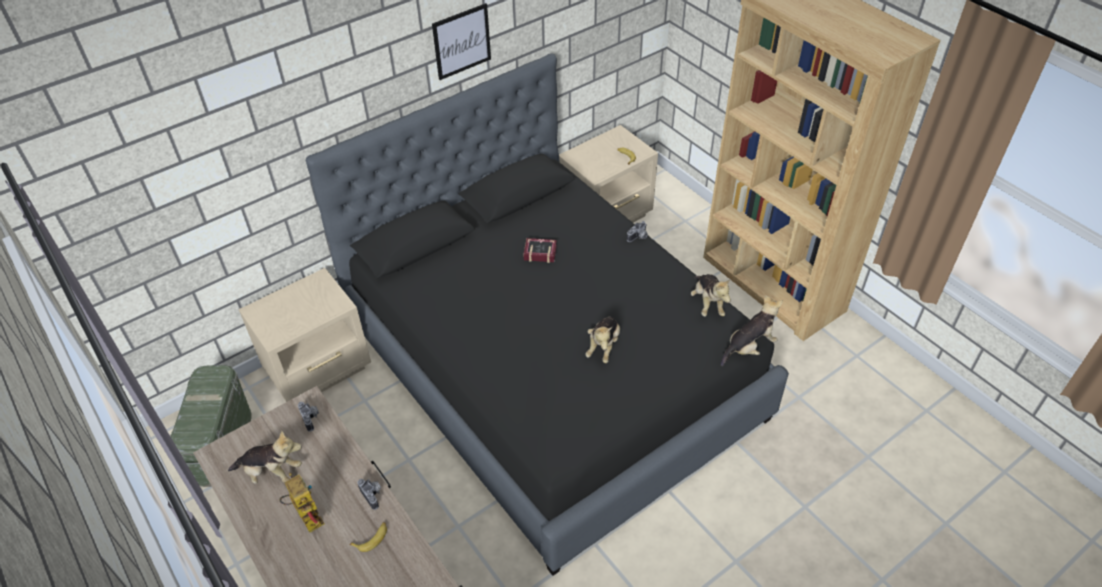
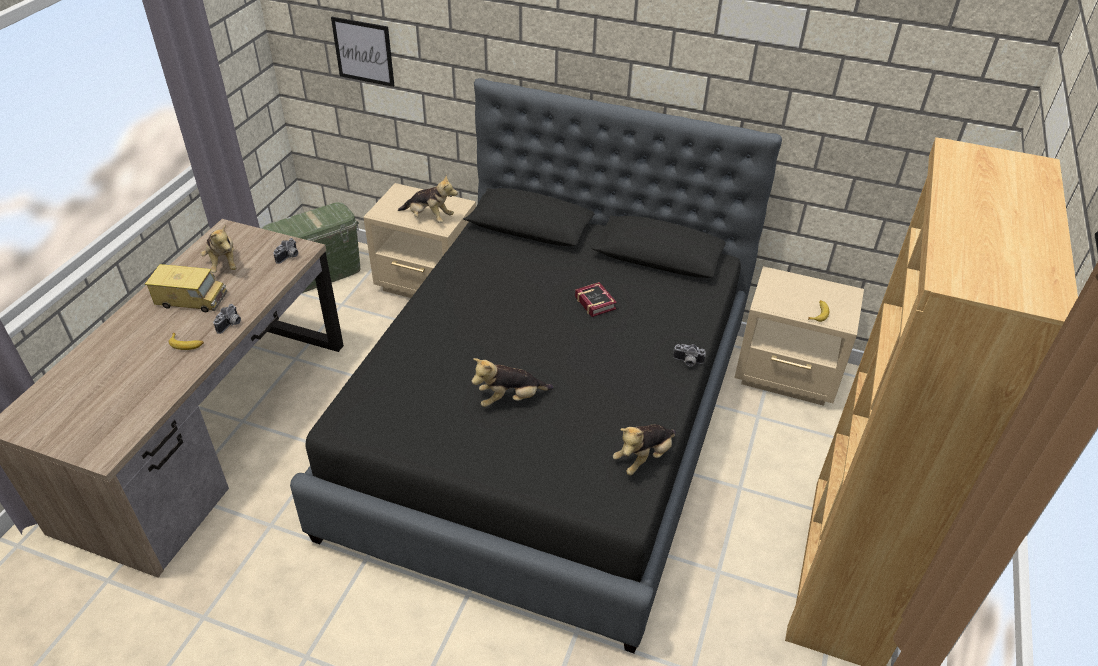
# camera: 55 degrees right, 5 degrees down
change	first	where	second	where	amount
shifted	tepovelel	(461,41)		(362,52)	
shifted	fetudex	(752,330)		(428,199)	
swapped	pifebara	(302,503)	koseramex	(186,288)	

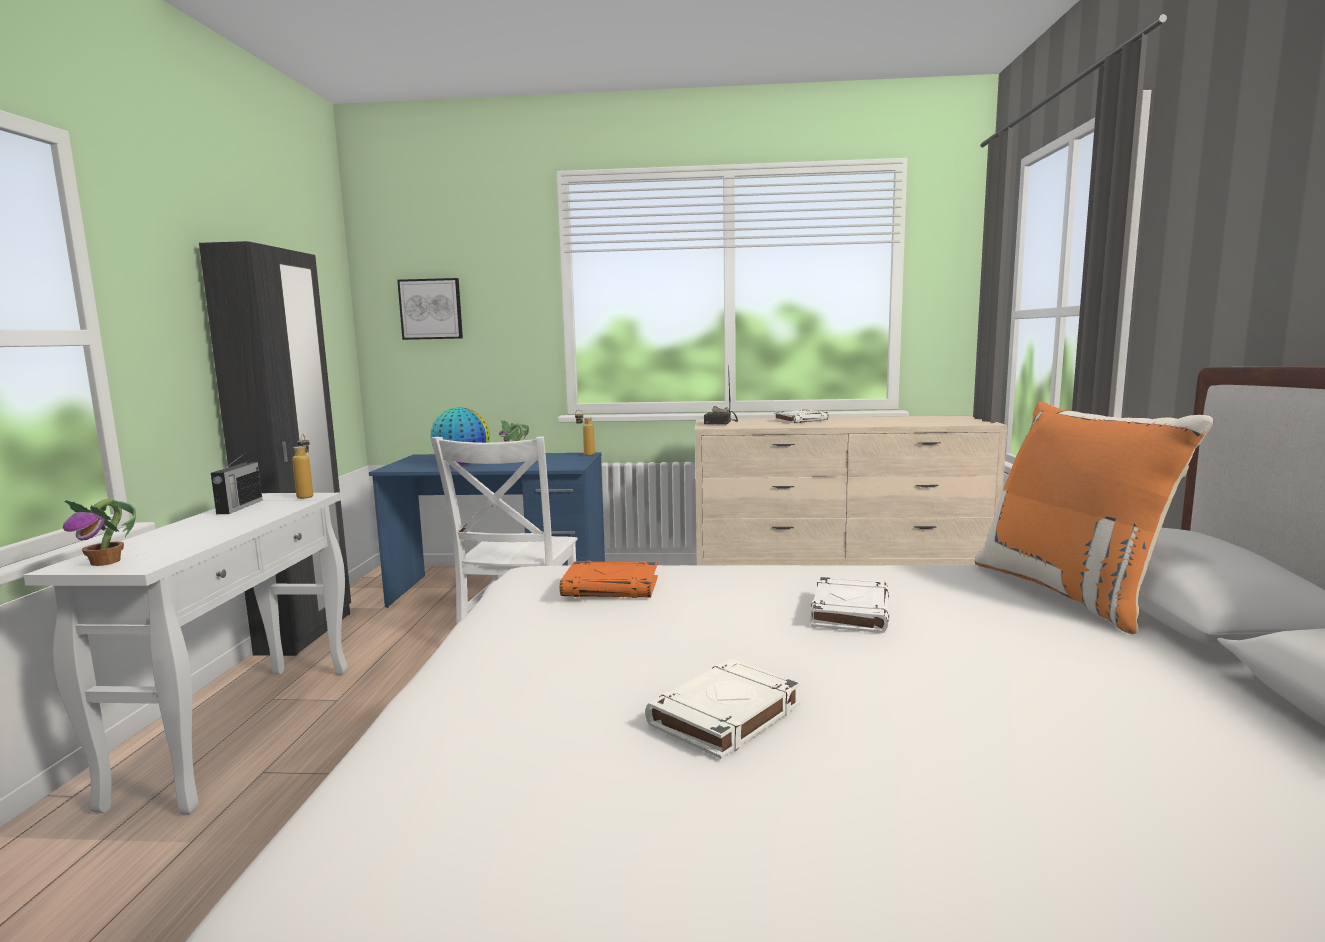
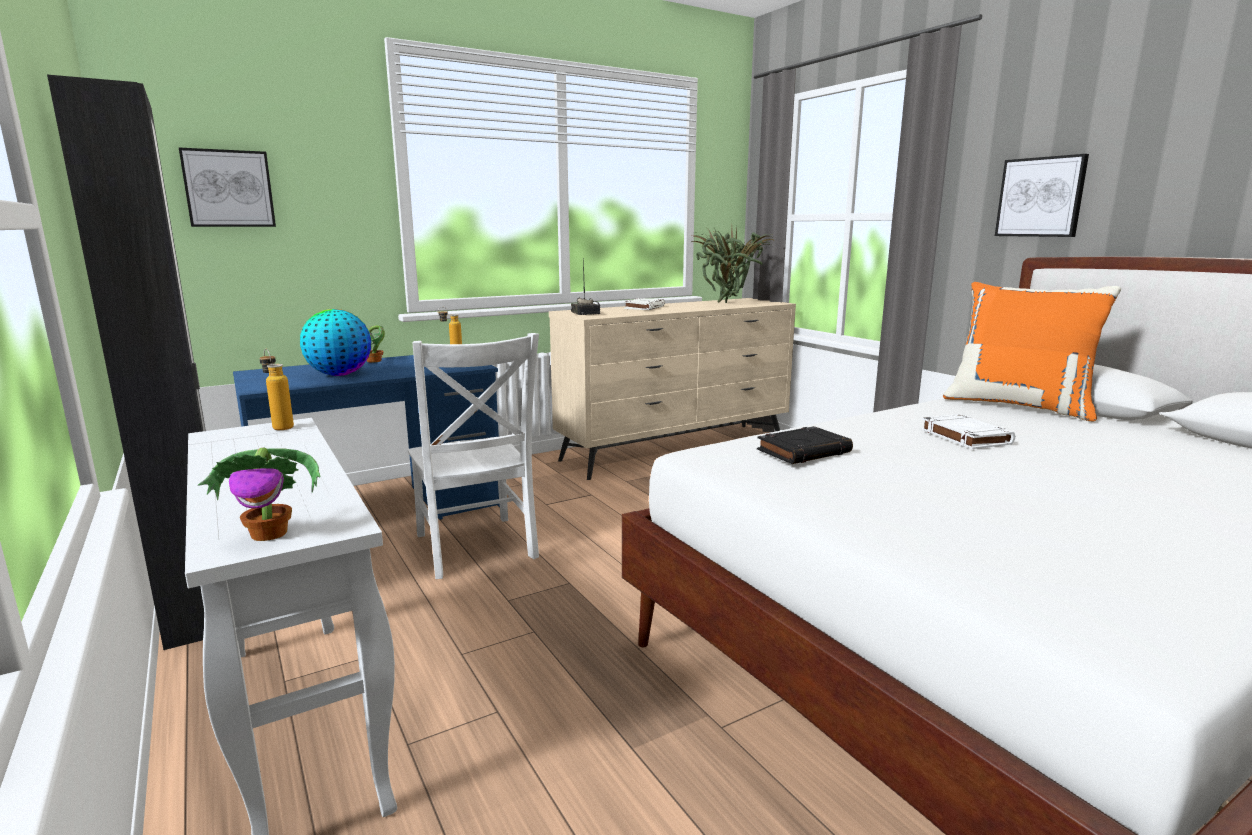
# camera: 35 degrees left, 5 degrees up
change	first	where	second	where	amount
gone	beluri	(237,483)			
repainted	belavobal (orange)	(609,579)	belavobal (black)	(805,445)	
gone	belavobal (white)	(723,709)			
new			tepovelel	(1042,195)	
new			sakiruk	(733,264)	

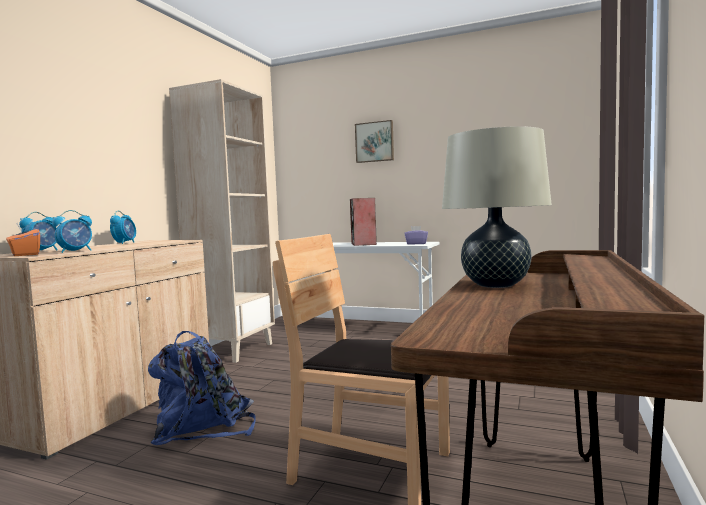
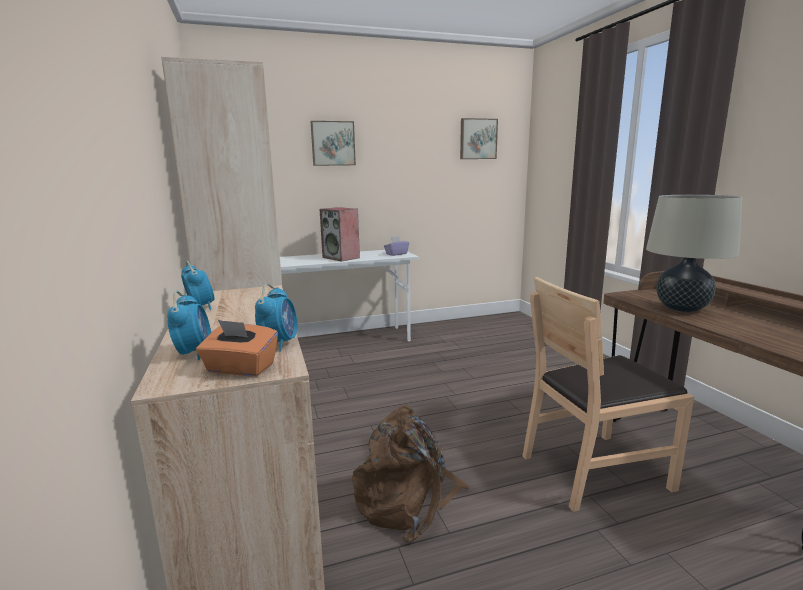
# camera: 40 degrees left, 10 degrees up
change	first	where	second	where	amount
repainted	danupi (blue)	(202,388)	danupi (brown)	(411,474)	
new			tepovelel	(479,138)	

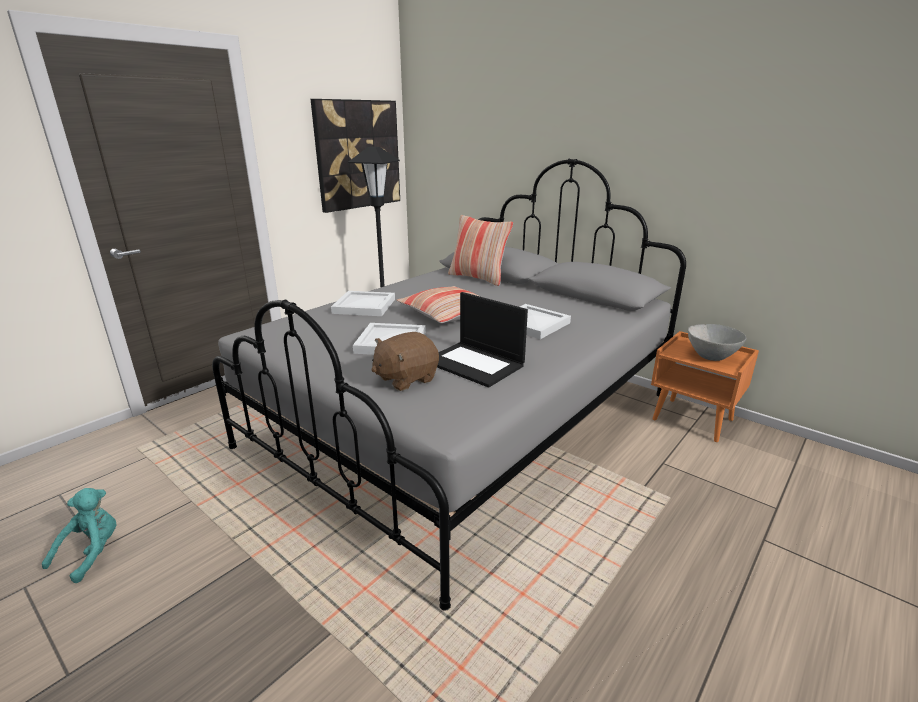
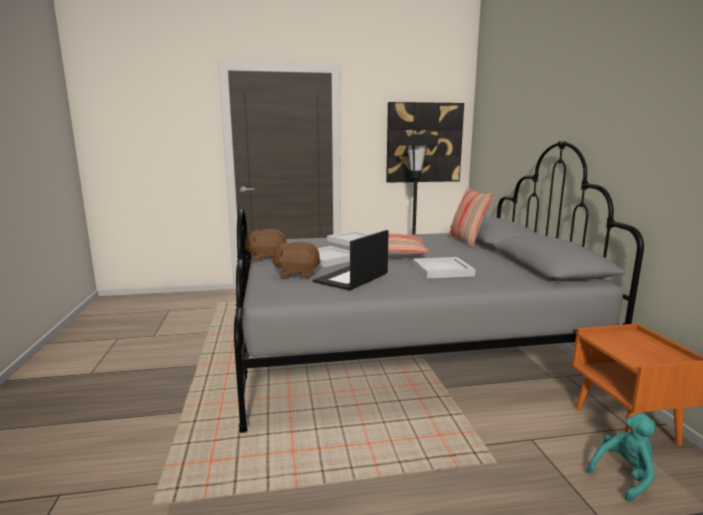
# camera: 40 degrees right, 10 degrees down
change	first	where	second	where	amount
rotated	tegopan	(482,339)		(351,260)	45 degrees clockwise
gone	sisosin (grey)	(717,342)			
shifted	fetudex (turquoise)	(79,535)		(621,457)	
new			fetudex (brown)	(266,245)	

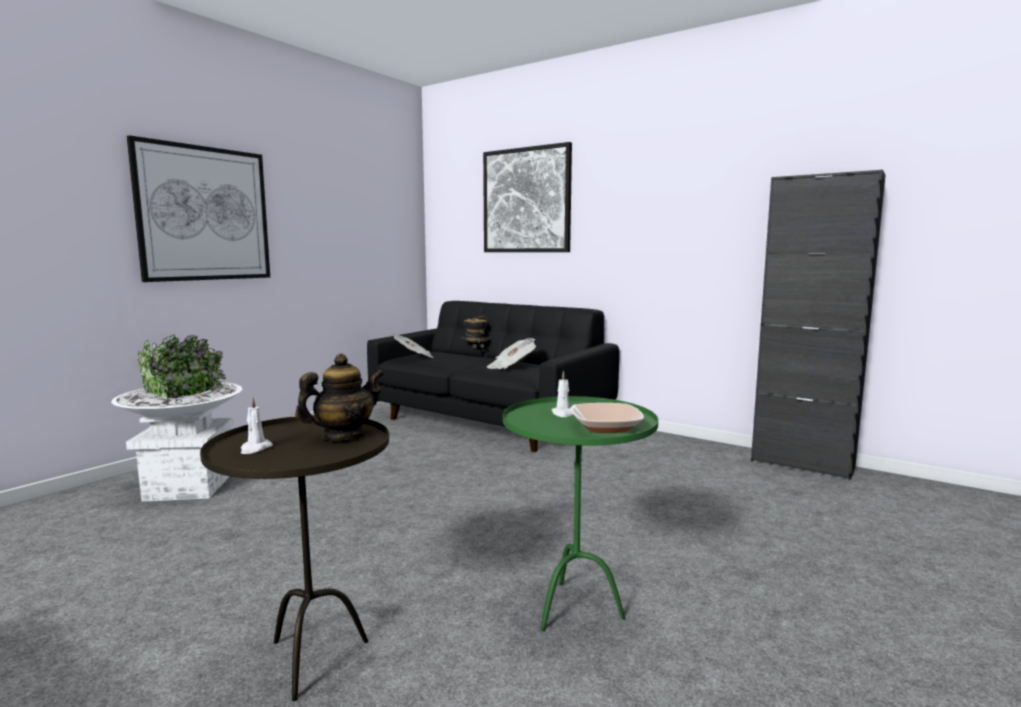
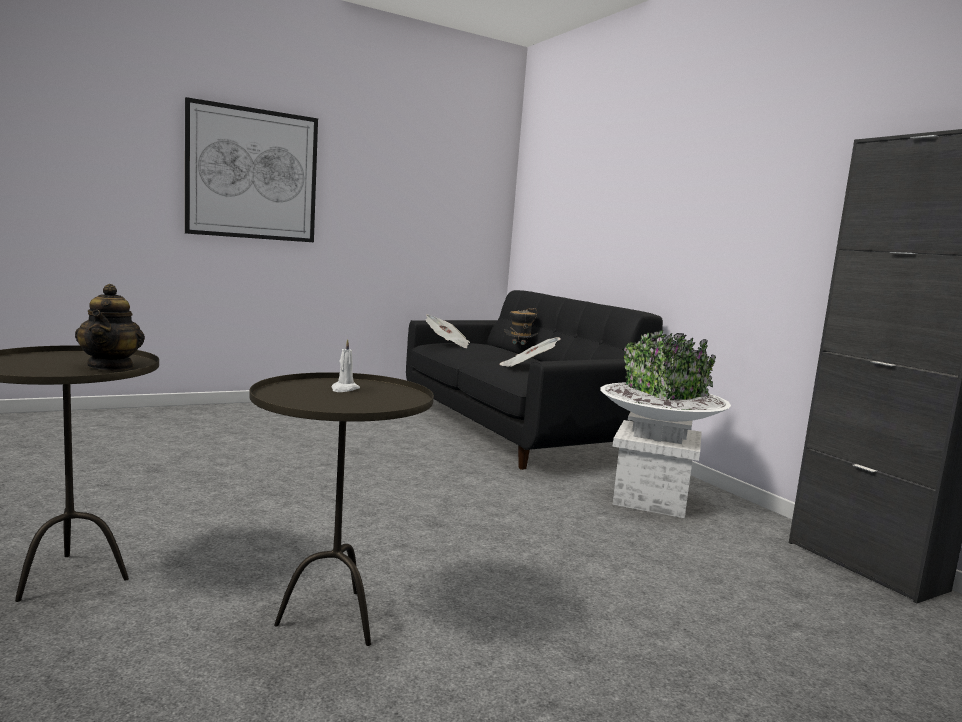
# camera: 25 degrees right, 0 degrees up
change	first	where	second	where	amount
gone	tepovelel	(527,197)			
shifted	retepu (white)	(176,418)		(665,424)	
rotated	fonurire	(339,397)		(110,327)	90 degrees clockwise
gone	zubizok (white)	(257,425)			
repainted	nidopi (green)	(580,514)	nidopi (brown)	(341,509)	
gone	sisosin	(607,418)			

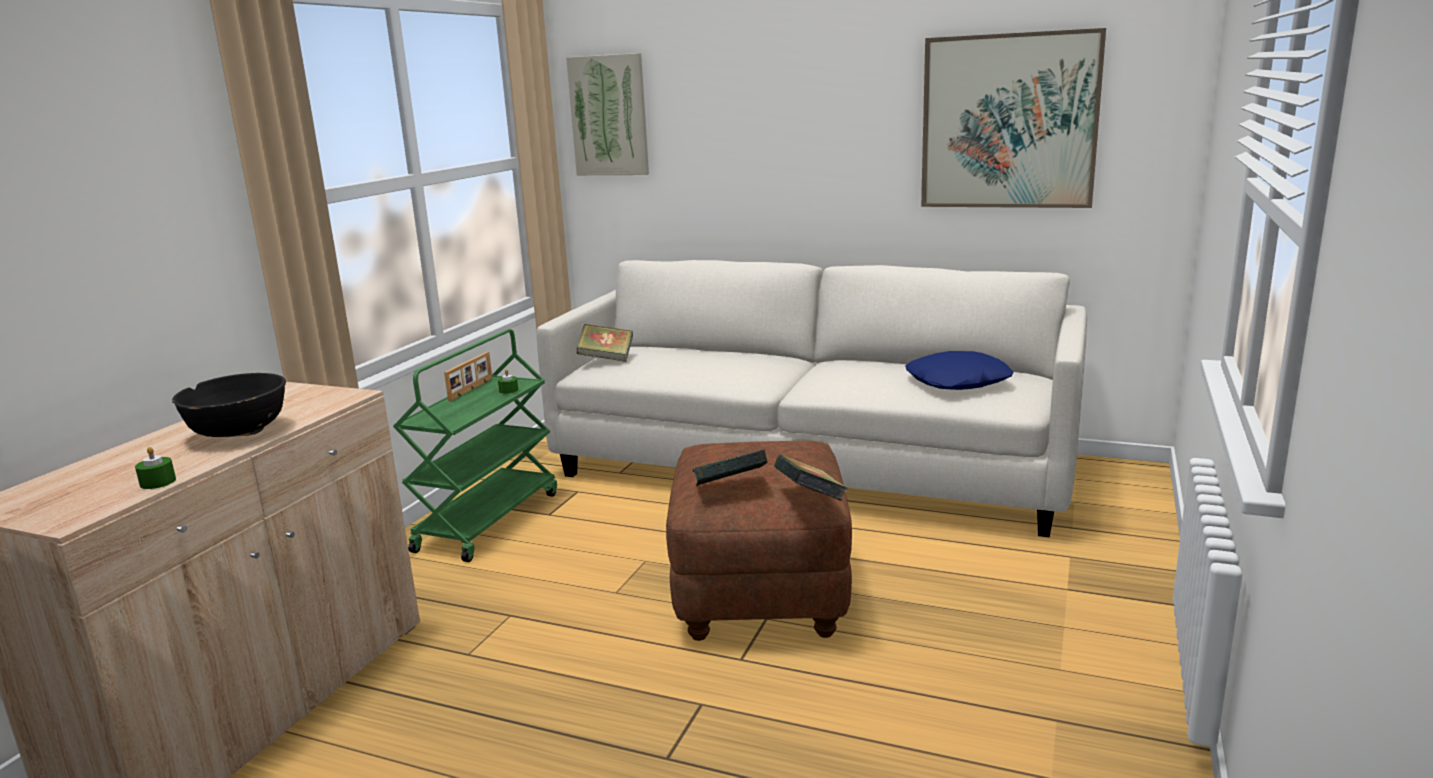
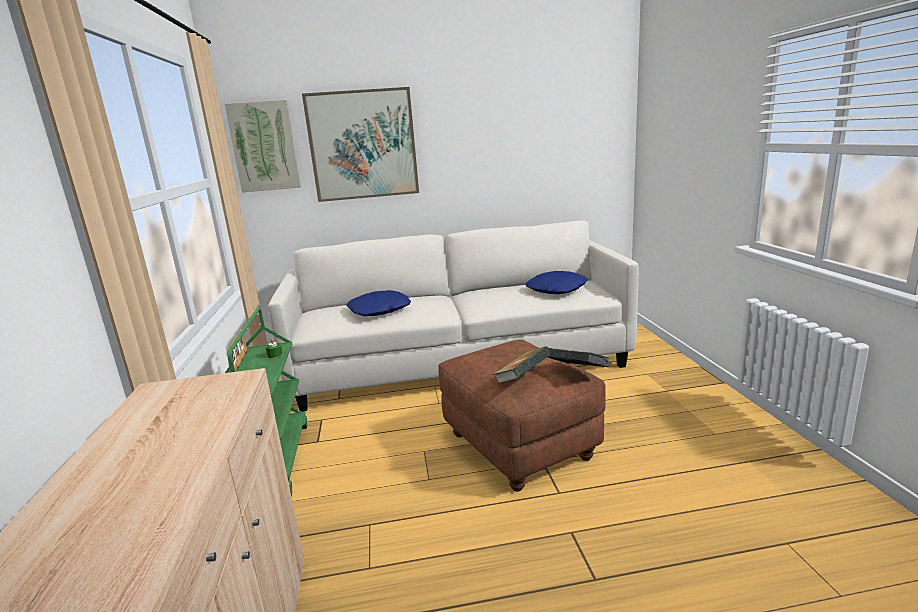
# camera: 30 degrees left, 0 degrees up
change	first	where	second	where	amount
shifted	tepovelel	(1013,118)		(360,144)	
gone	belavobal	(605,343)			
gone	sisosin (black)	(229,405)			
gone	zubizok (green)	(155,468)			
new			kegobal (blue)	(379,303)	

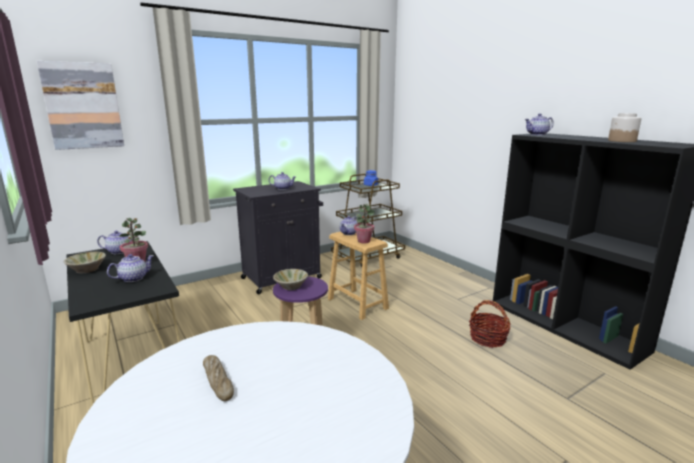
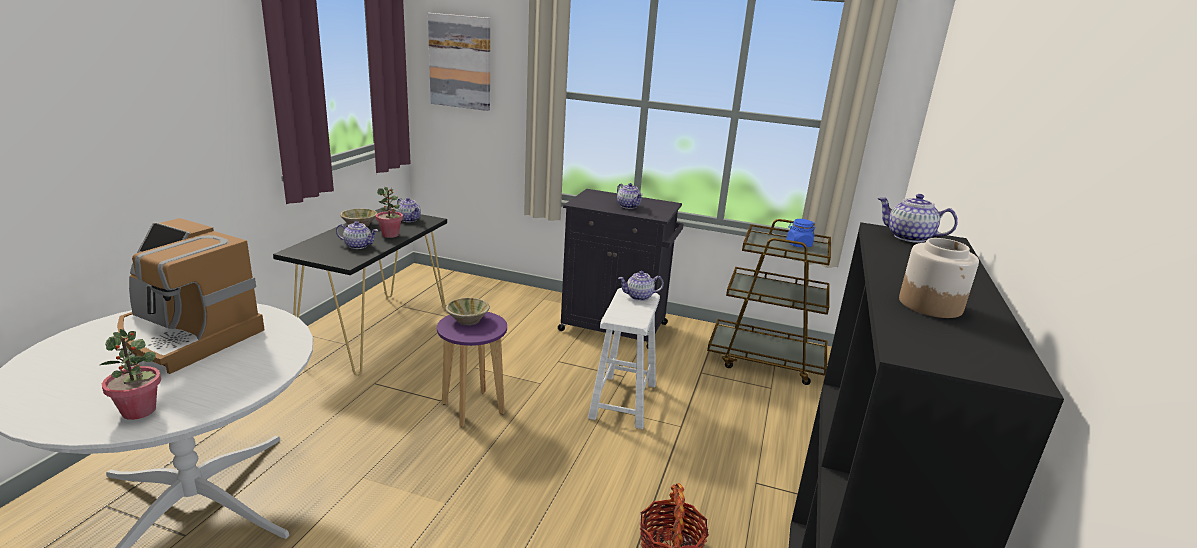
# camera: 50 degrees right, 5 degrees up
change	first	where	second	where	amount
shifted	sakiruk	(364,223)		(130,374)	
repainted	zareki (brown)	(358,275)	zareki (white)	(624,358)	
swapped	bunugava	(218,378)	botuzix	(191,296)	

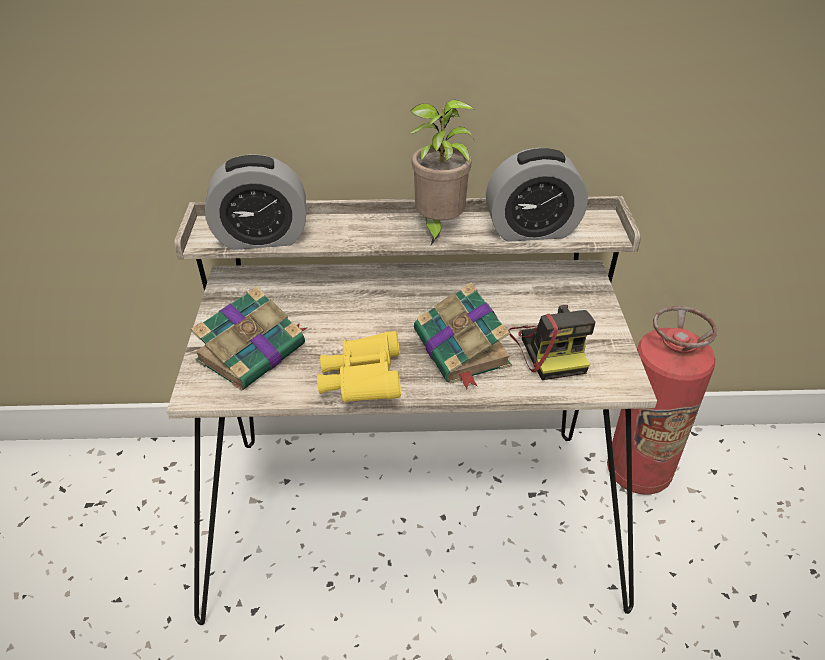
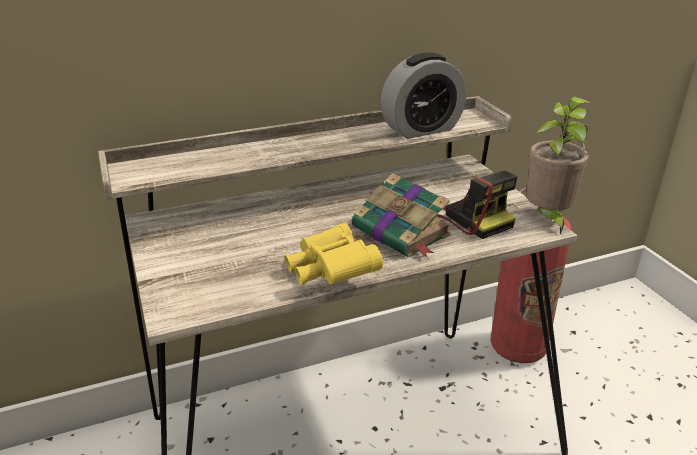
# camera: 20 degrees left, 10 degrees down
change	first	where	second	where	amount
shifted	sakiruk	(442,172)		(558,165)	
gone	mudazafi	(255,202)			
gone	belavobal	(249,338)			

